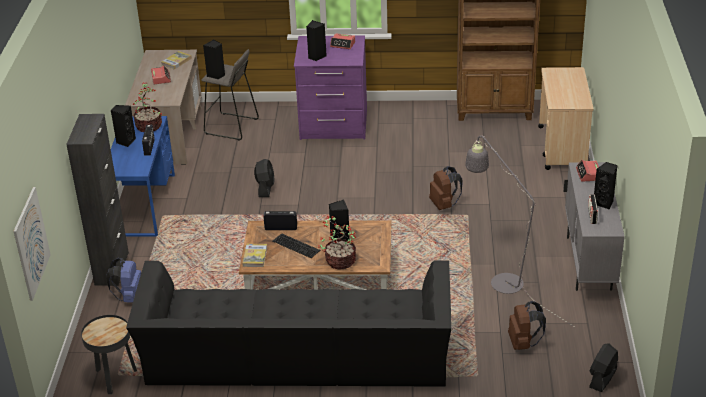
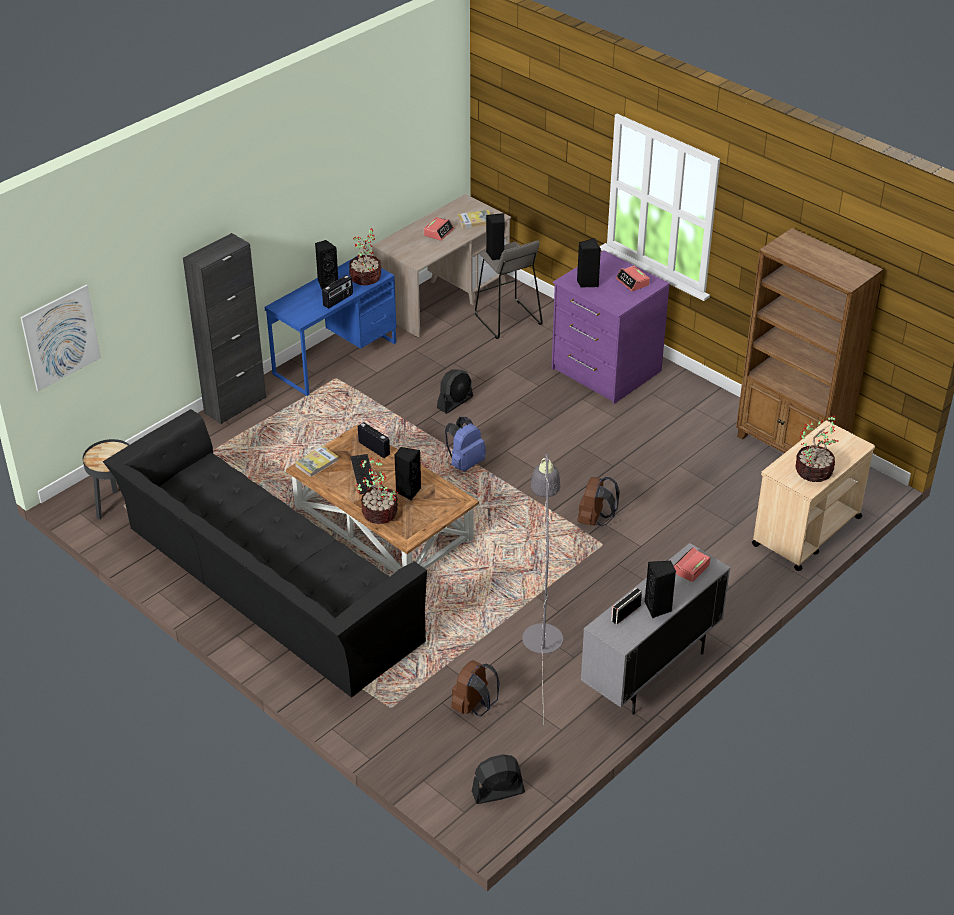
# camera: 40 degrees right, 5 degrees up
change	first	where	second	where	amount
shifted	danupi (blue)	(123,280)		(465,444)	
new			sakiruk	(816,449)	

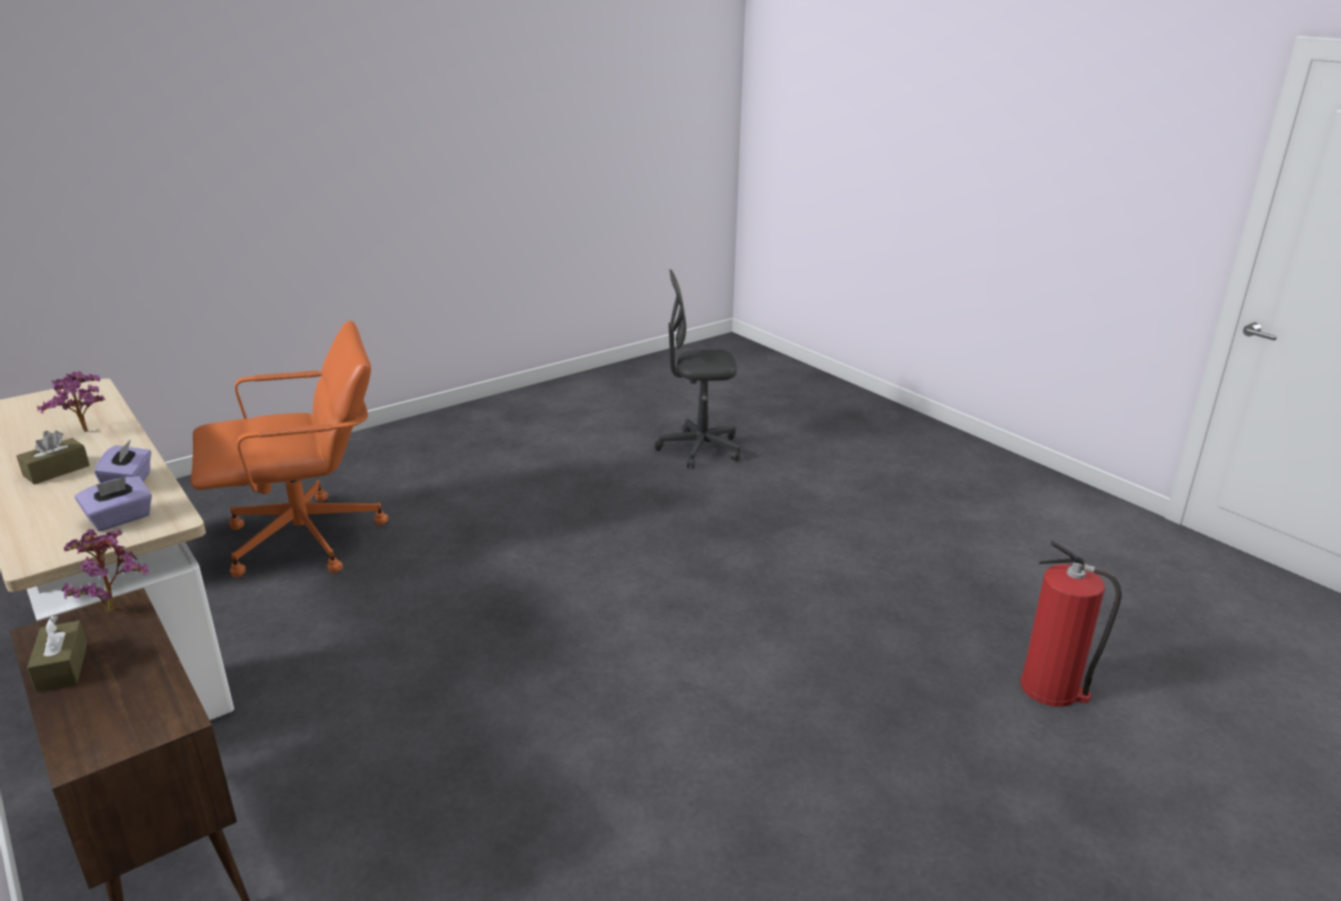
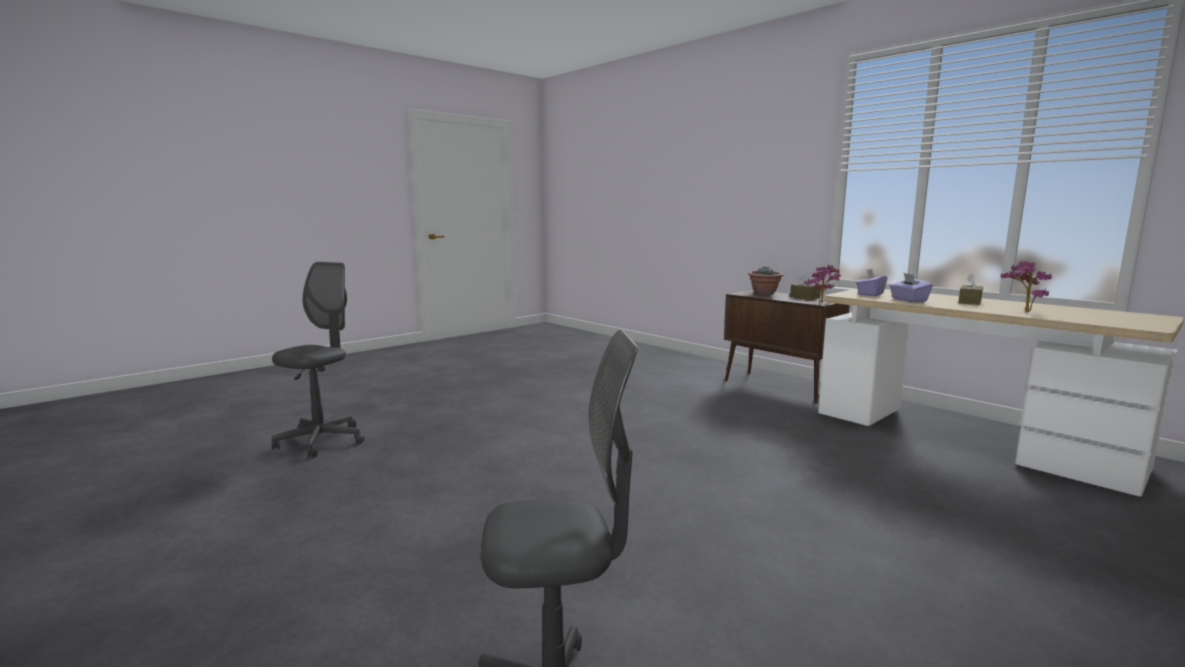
# camera: 175 degrees right, 15 degrees down
change	first	where	second	where	amount
gone	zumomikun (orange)	(289,448)			
swapped	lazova	(1071,624)	zumomikun (grey)	(318,360)	
new			sakiruk	(766,281)	

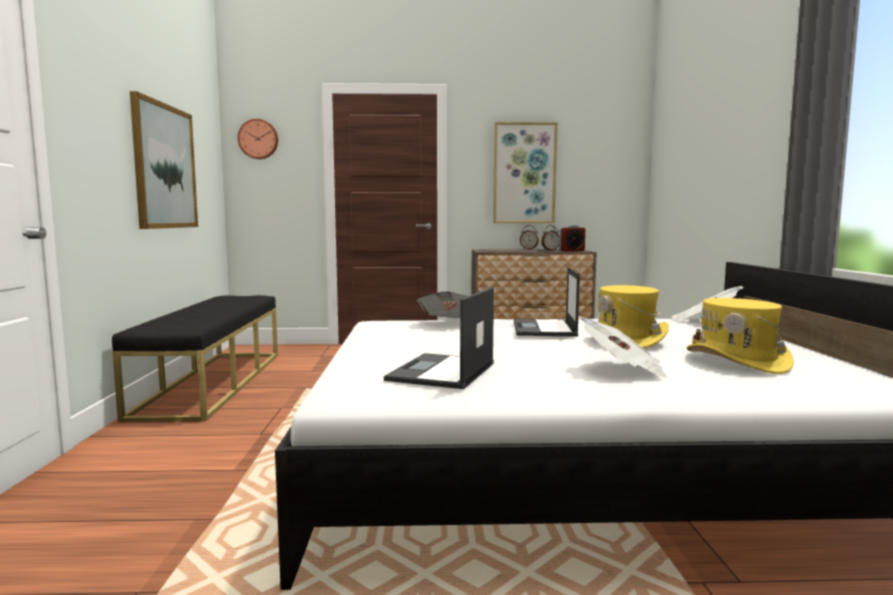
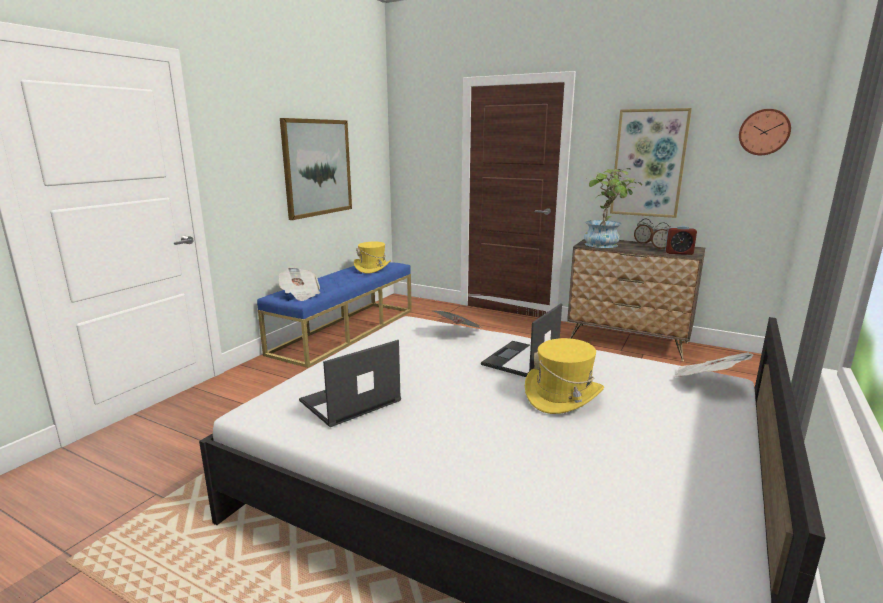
# camera: 30 degrees right, 10 degrees up
change	first	where	second	where	amount
shifted	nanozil	(258,139)		(765,132)	
repainted	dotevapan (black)	(195,358)	dotevapan (blue)	(334,315)	
shifted	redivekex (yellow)	(740,336)		(372,258)	
shifted	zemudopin	(623,347)		(299,284)	
new			sakiruk	(613,208)	

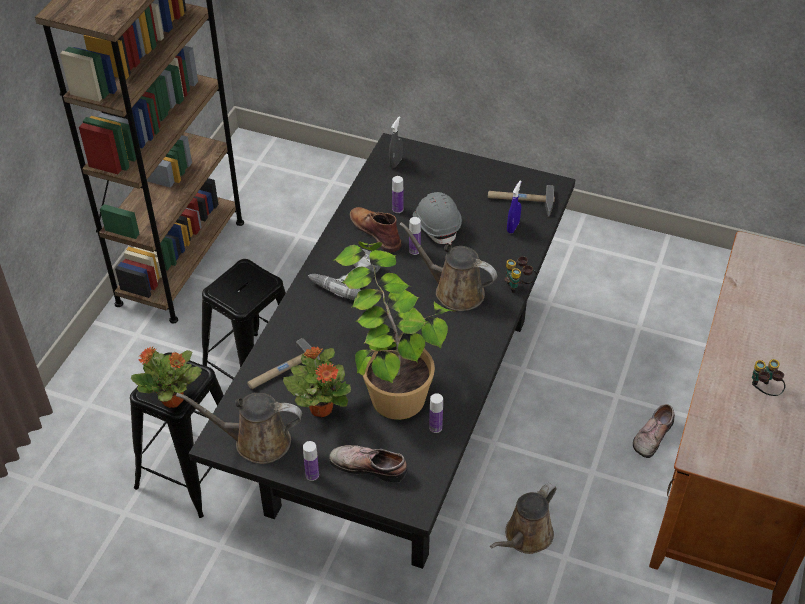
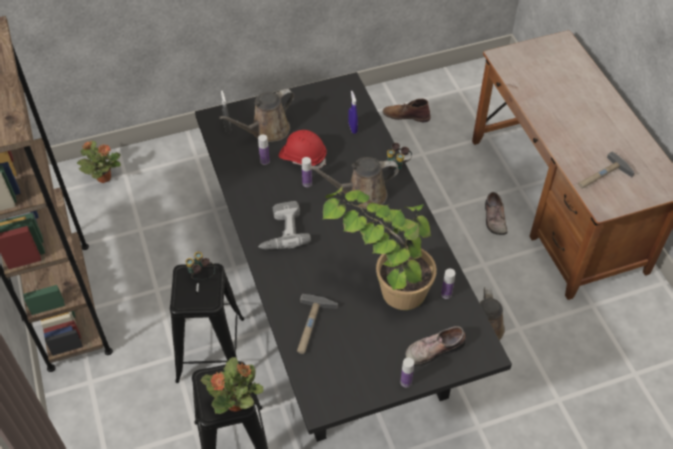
# camera: 40 degrees left, 5 degrees up
change	first	where	second	where	amount
shifted	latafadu	(521,201)		(606,170)	
repainted	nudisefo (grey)	(437,218)	nudisefo (red)	(303,149)	
shifted	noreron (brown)	(375,229)		(407,110)	
shifted	sakiruk	(317,382)		(99,162)	
shifted	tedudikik	(768,377)		(200,266)	
shifted	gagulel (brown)	(239,428)		(257,115)	

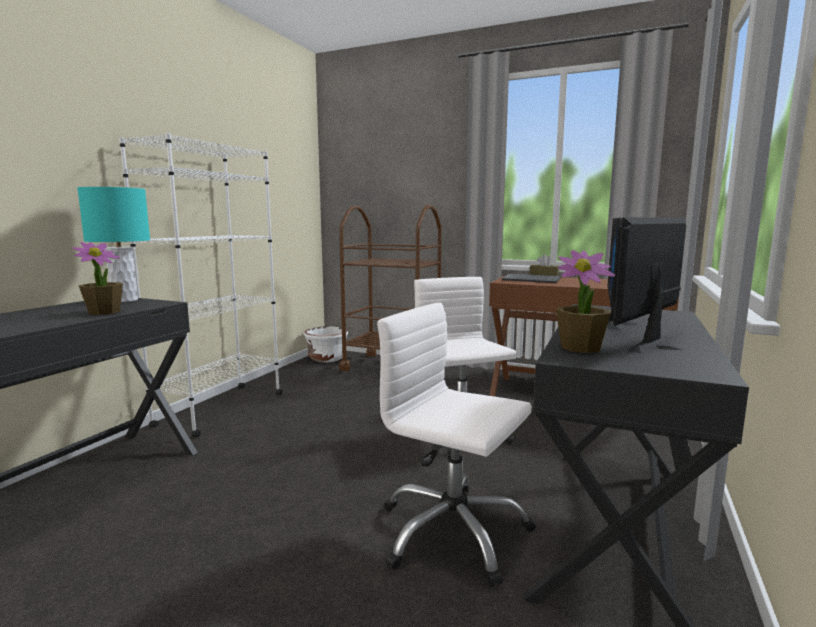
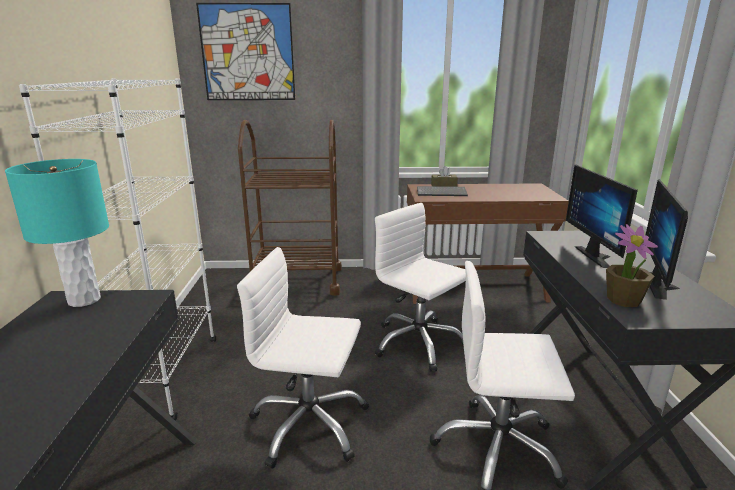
# camera: 25 degrees left, 10 degrees up
change	first	where	second	where	amount
gone	sakiruk	(97,278)			
gone	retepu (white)	(326,344)			
new			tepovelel	(245,51)	
new			zumomikun (white)	(303,358)	

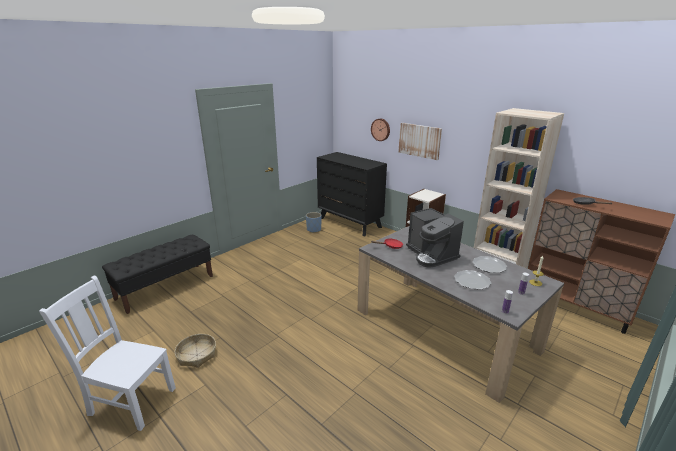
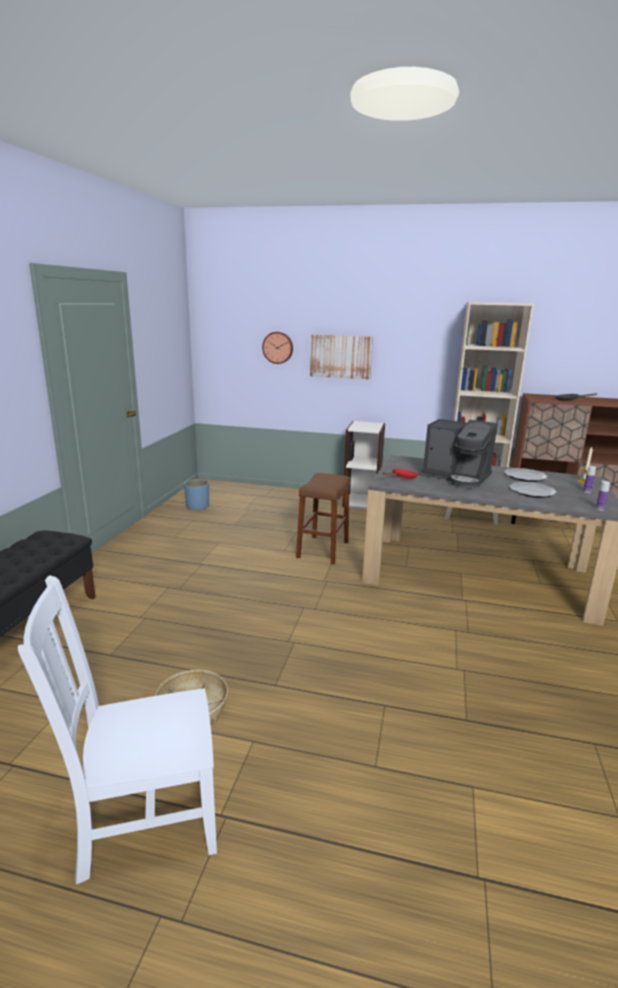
# camera: 30 degrees left, 5 degrees down
change	first	where	second	where	amount
gone	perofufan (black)	(352,194)			
new			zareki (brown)	(323,518)	

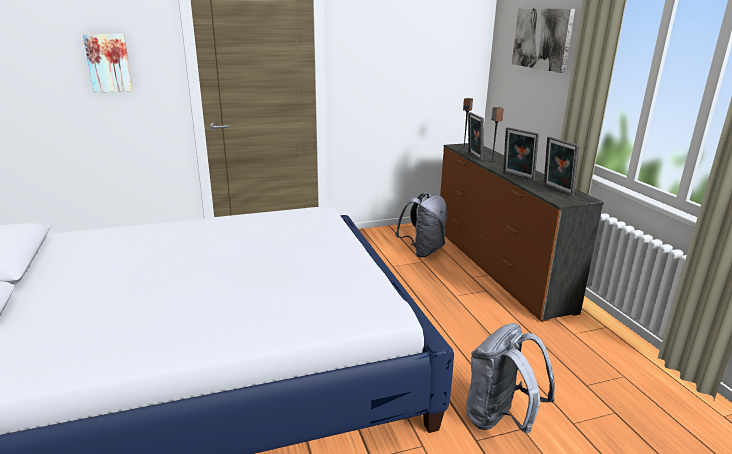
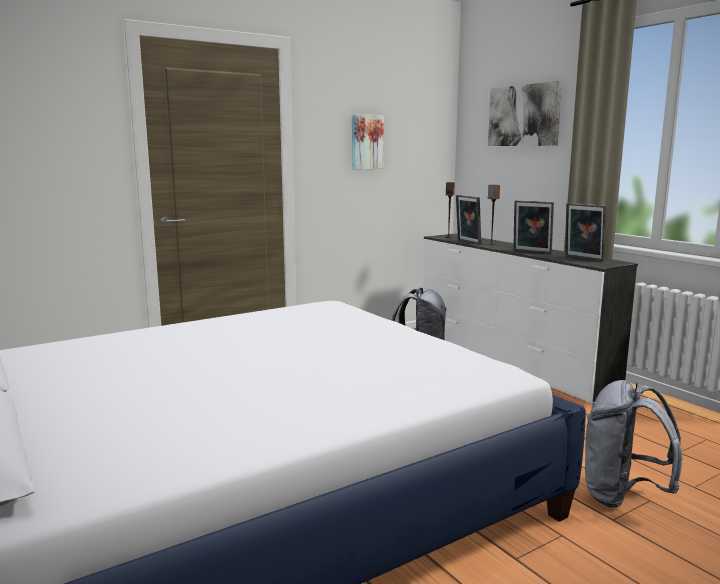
# camera: 15 degrees left, 10 degrees down
change	first	where	second	where	amount
shifted	tepovelel	(108,63)		(368,142)	
repainted	perofufan (brown)	(522,232)	perofufan (white)	(530,319)	

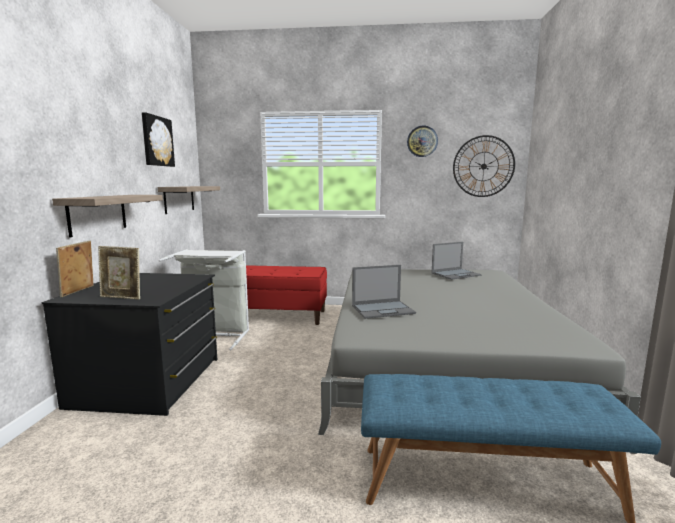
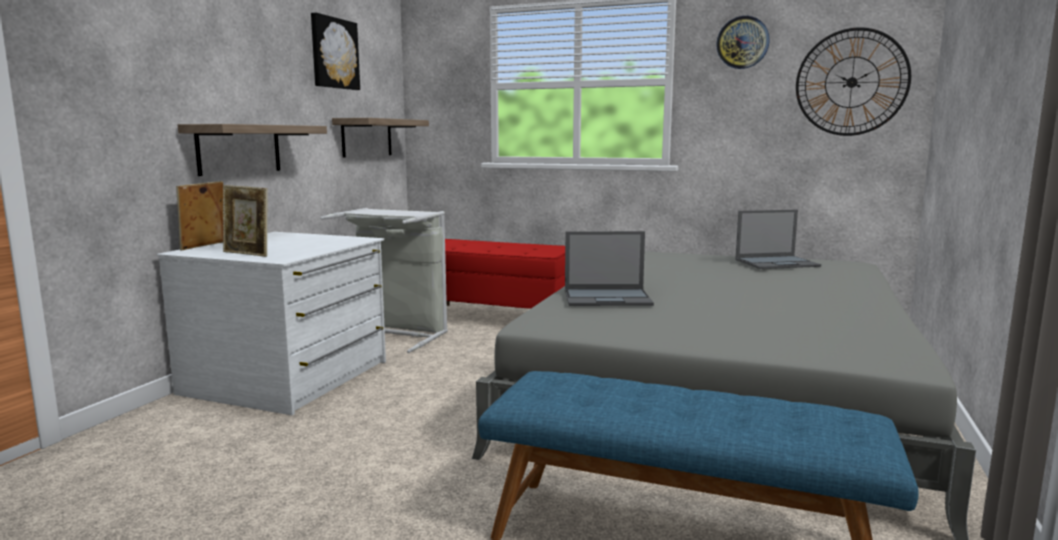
# camera: 15 degrees right, 0 degrees up
change	first	where	second	where	amount
repainted	perofufan (black)	(129,344)	perofufan (white)	(271,323)	

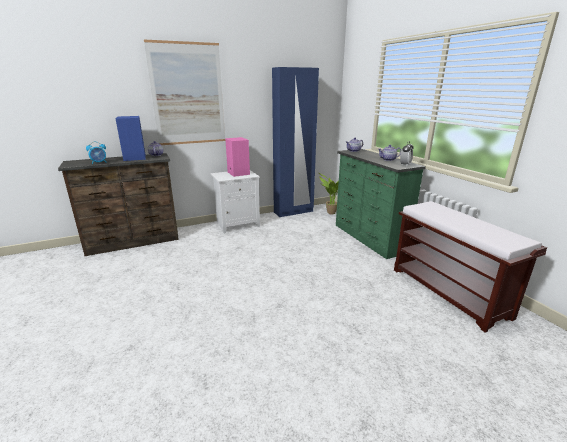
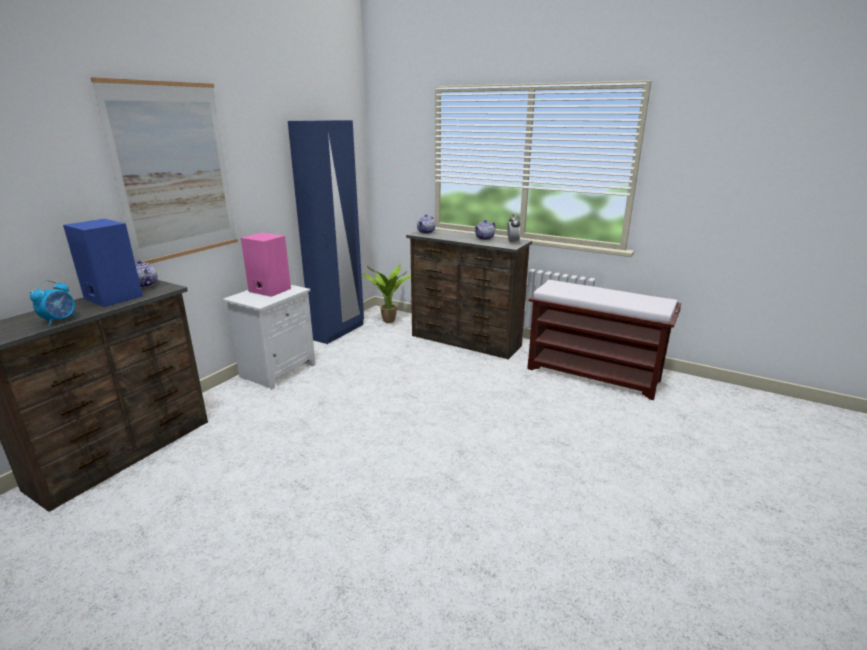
# camera: 35 degrees left, 0 degrees up
change	first	where	second	where	amount
repainted	perofufan (green)	(381,204)	perofufan (brown)	(469,294)	

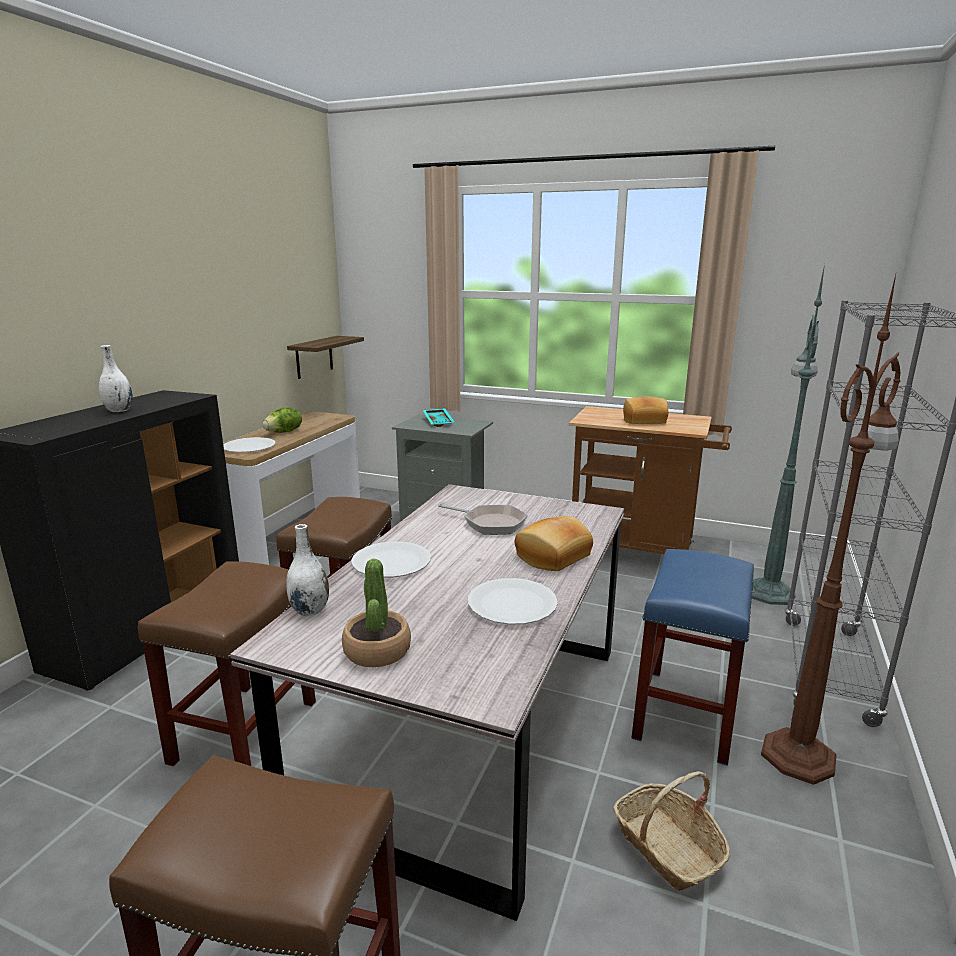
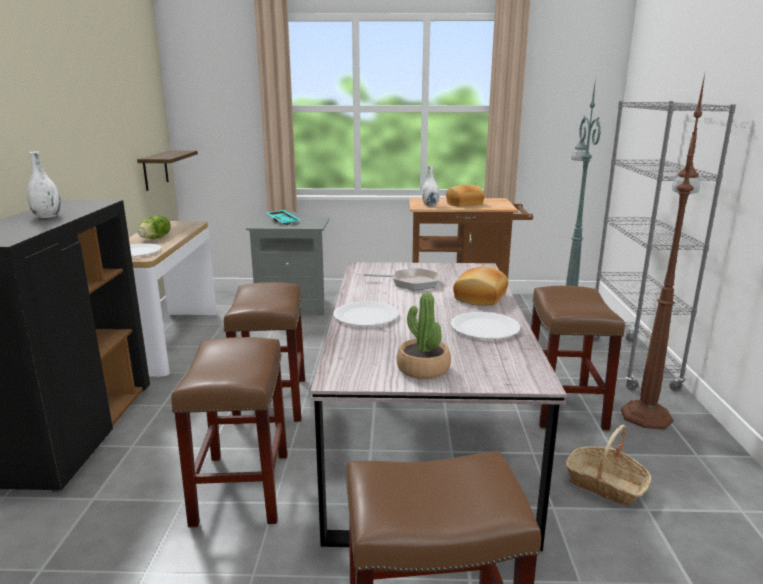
# camera: 20 degrees left, 0 degrees up
change	first	where	second	where	amount
shifted	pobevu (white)	(307,570)		(430,185)	
repainted	zareki (blue)	(692,657)	zareki (brown)	(578,358)	

